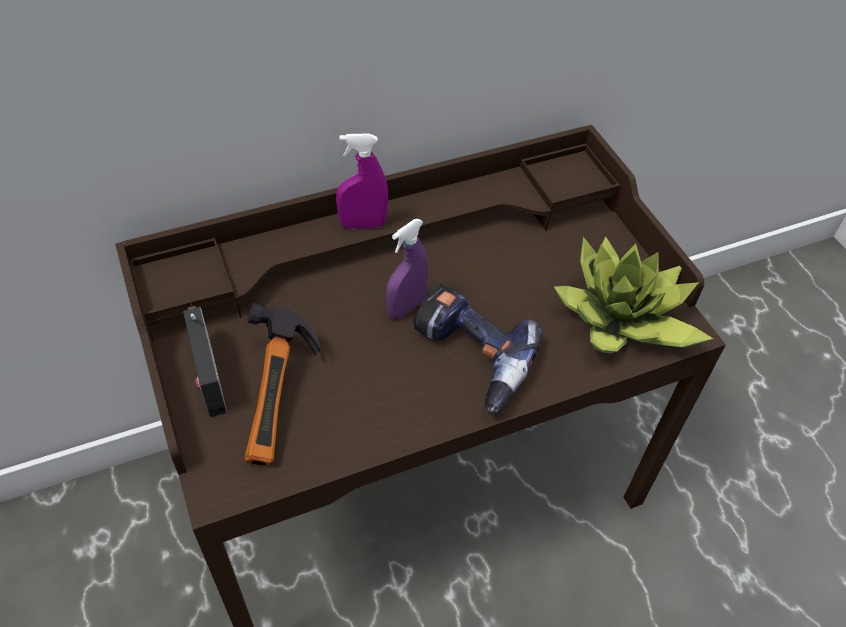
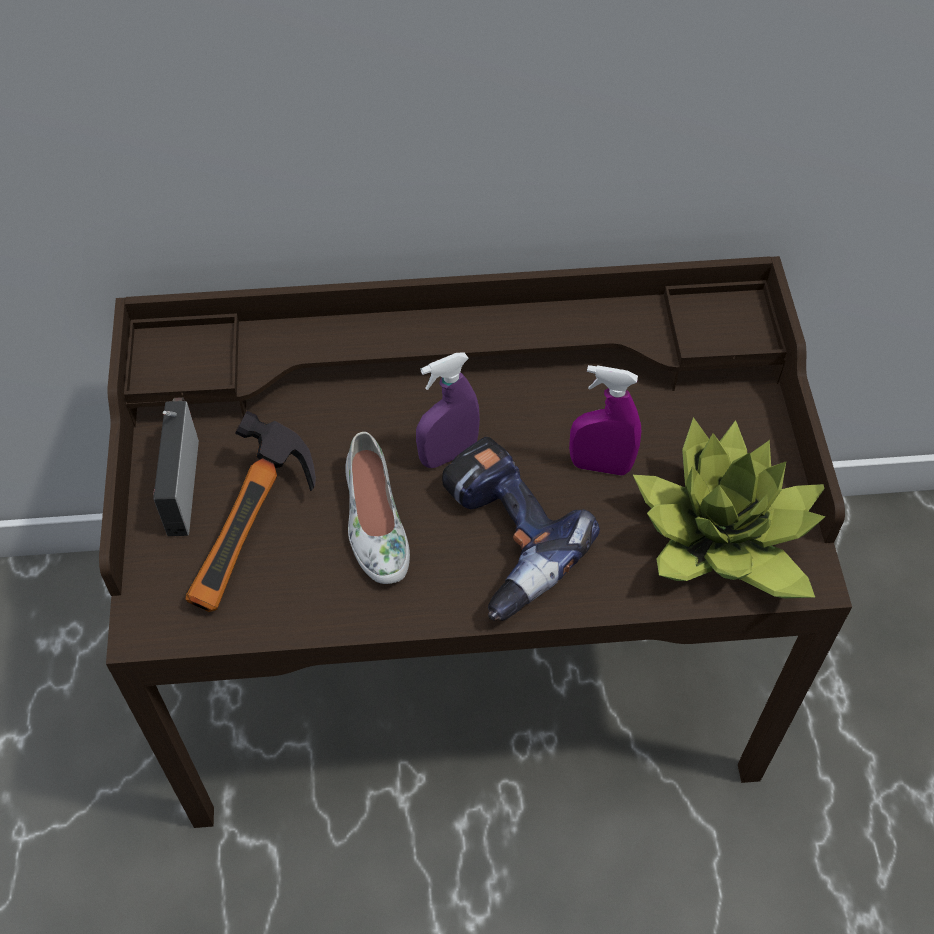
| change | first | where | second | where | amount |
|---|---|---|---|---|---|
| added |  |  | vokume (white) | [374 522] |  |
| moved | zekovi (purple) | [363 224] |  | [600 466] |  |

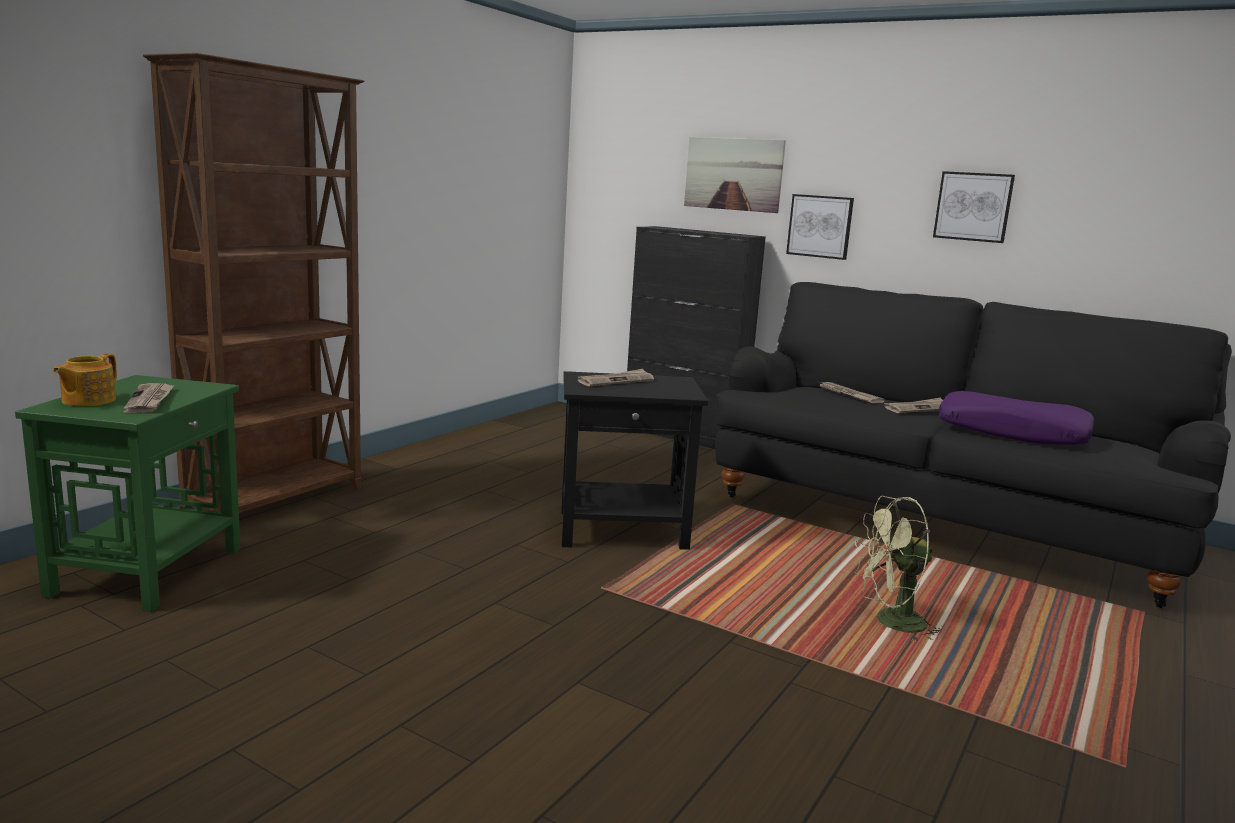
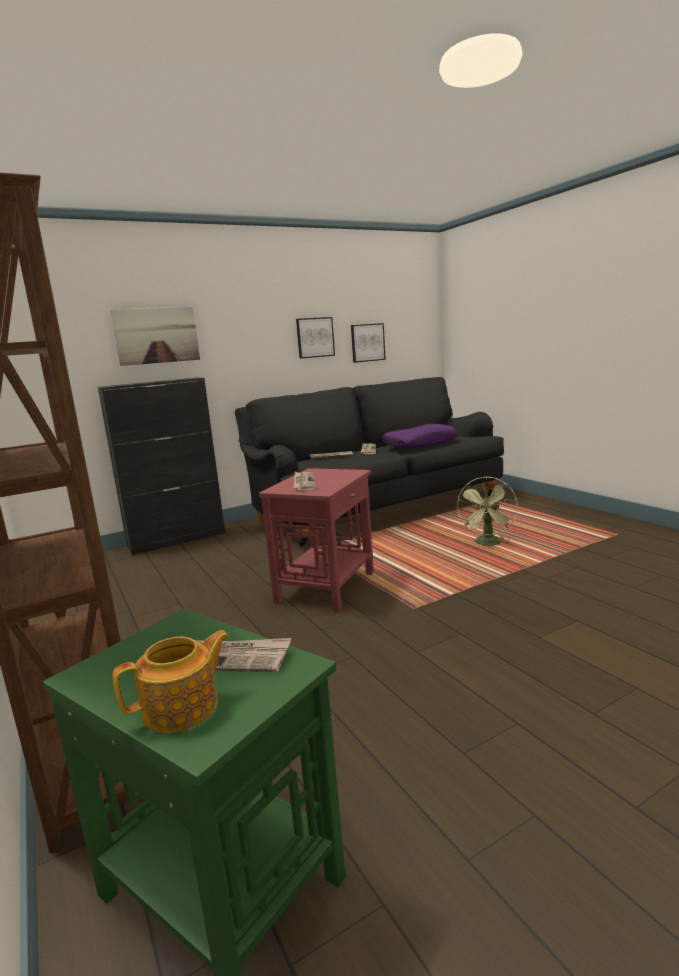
| change | first | where | second | where | amount |
|---|---|---|---|---|---|
| turned | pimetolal | [87 400] |  | [183 708] | 75 degrees counterclockwise |
| recoloured | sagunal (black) | [622 530] | sagunal (red) | [326 587] |  |
| moved | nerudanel | [820 226] |  | [367 342] |  |

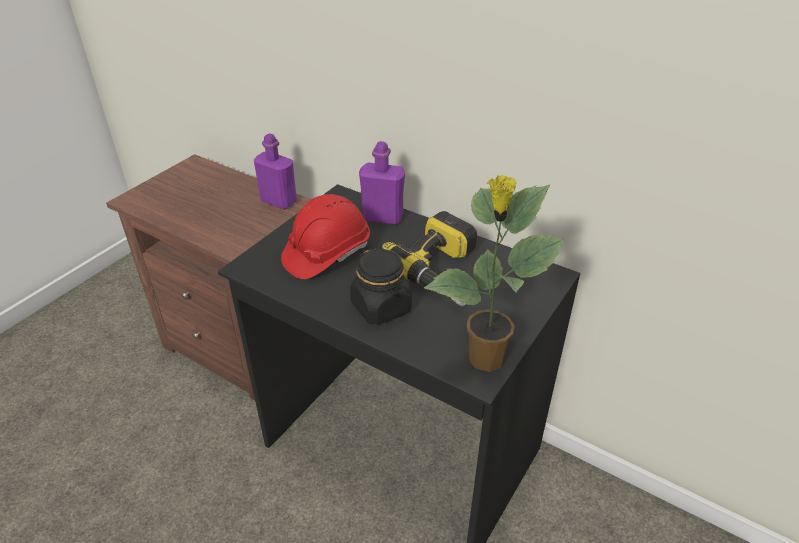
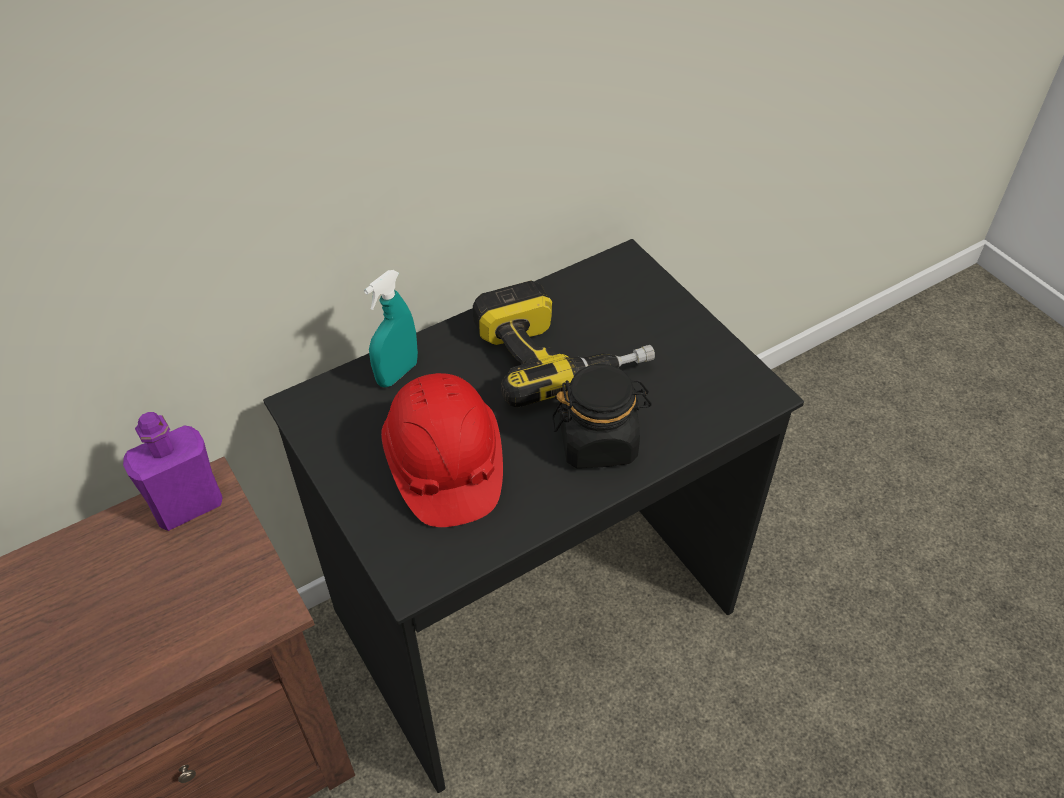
| change | first | where | second | where | amount |
|---|---|---|---|---|---|
| replaced | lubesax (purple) | [382 217] | zekovi (turquoise) | [397 373] |  |
| removed | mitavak | [485 360] |  |  |  |

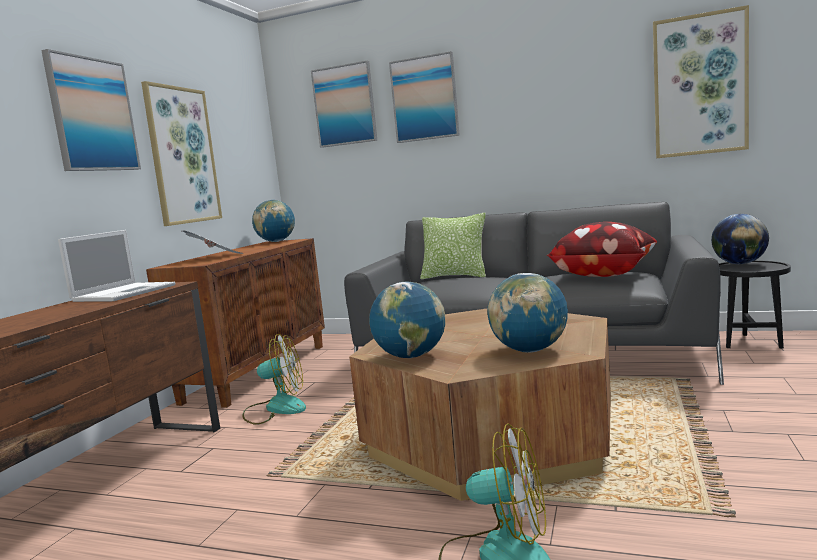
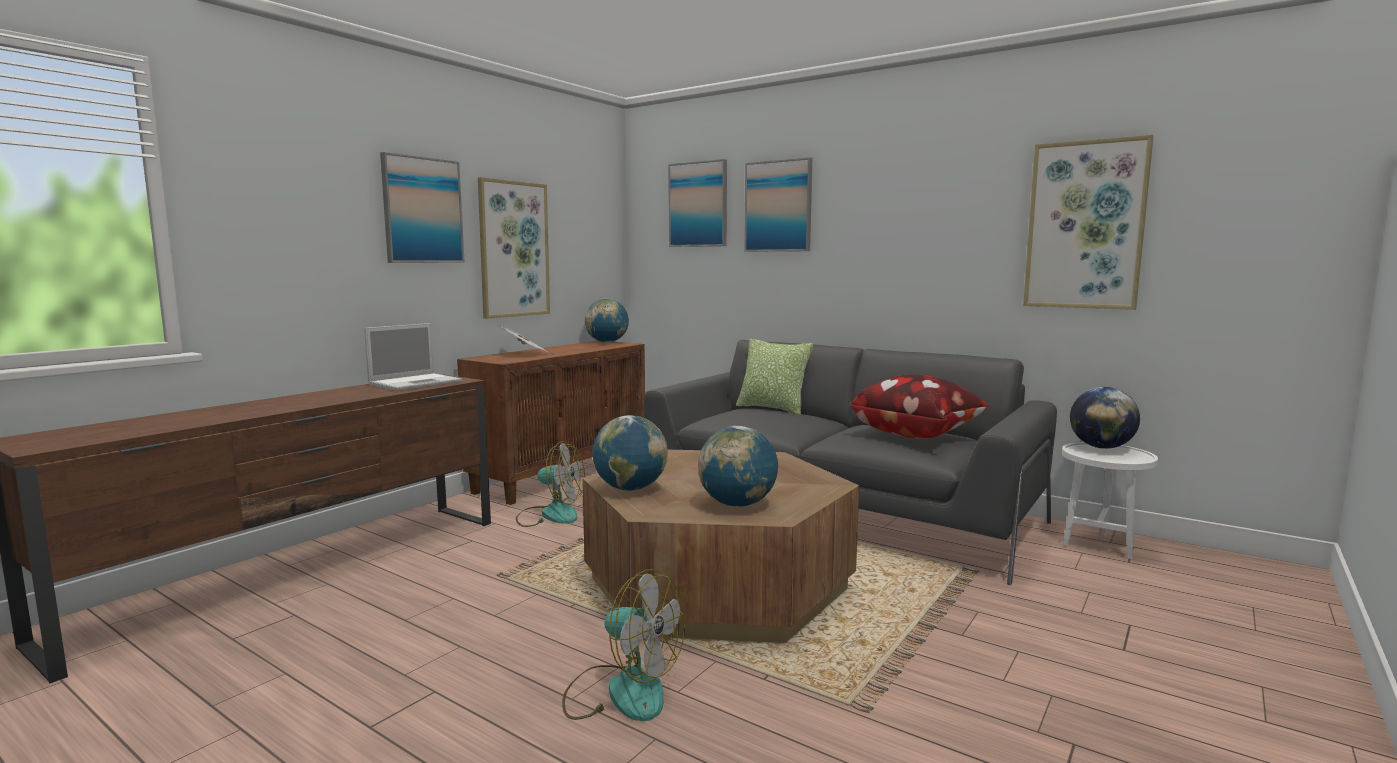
| change | first | where | second | where | amount |
|---|---|---|---|---|---|
| recoloured | sagunal (black) | [750 342] | sagunal (white) | [1100 544] |  |

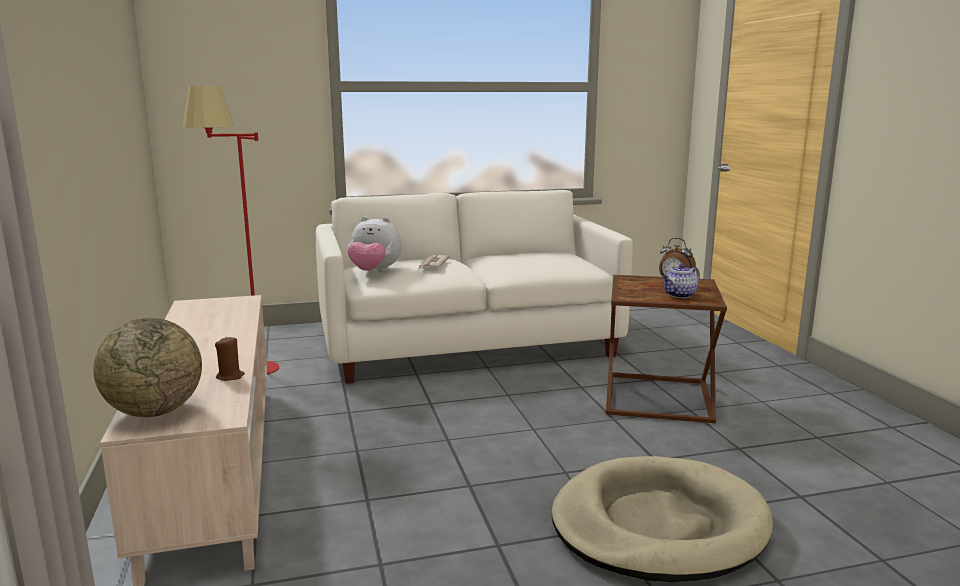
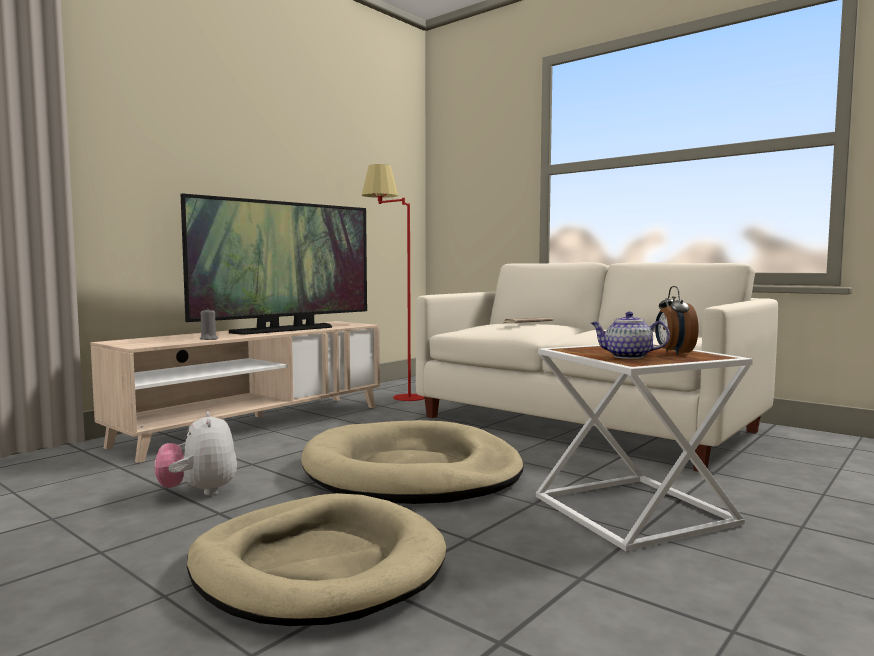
| change | first | where | second | where | amount |
|---|---|---|---|---|---|
| moved | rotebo | [374 272] |  | [199 492] |  |
| added |  |  | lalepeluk | [284 330] |  |
| recoloured | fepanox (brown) | [230 376] | fepanox (grey) | [209 339] |  |
| added |  |  | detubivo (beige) | [411 472] |  |
| recoloured | sagunal (brown) | [659 398] | sagunal (white) | [638 512] |  |
| removed | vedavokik | [155 412] |  |  |  |

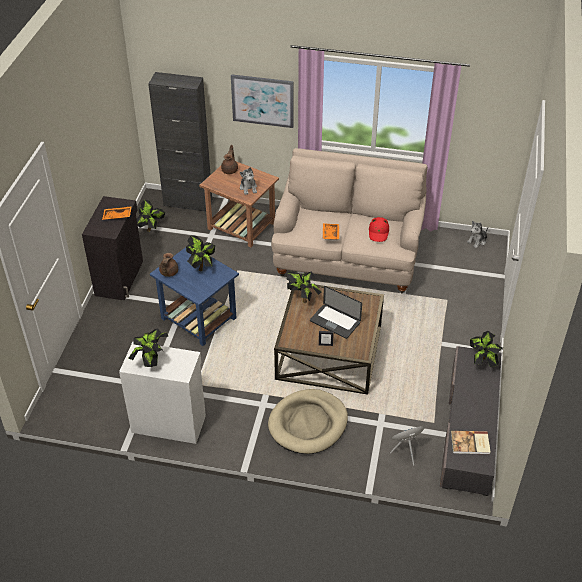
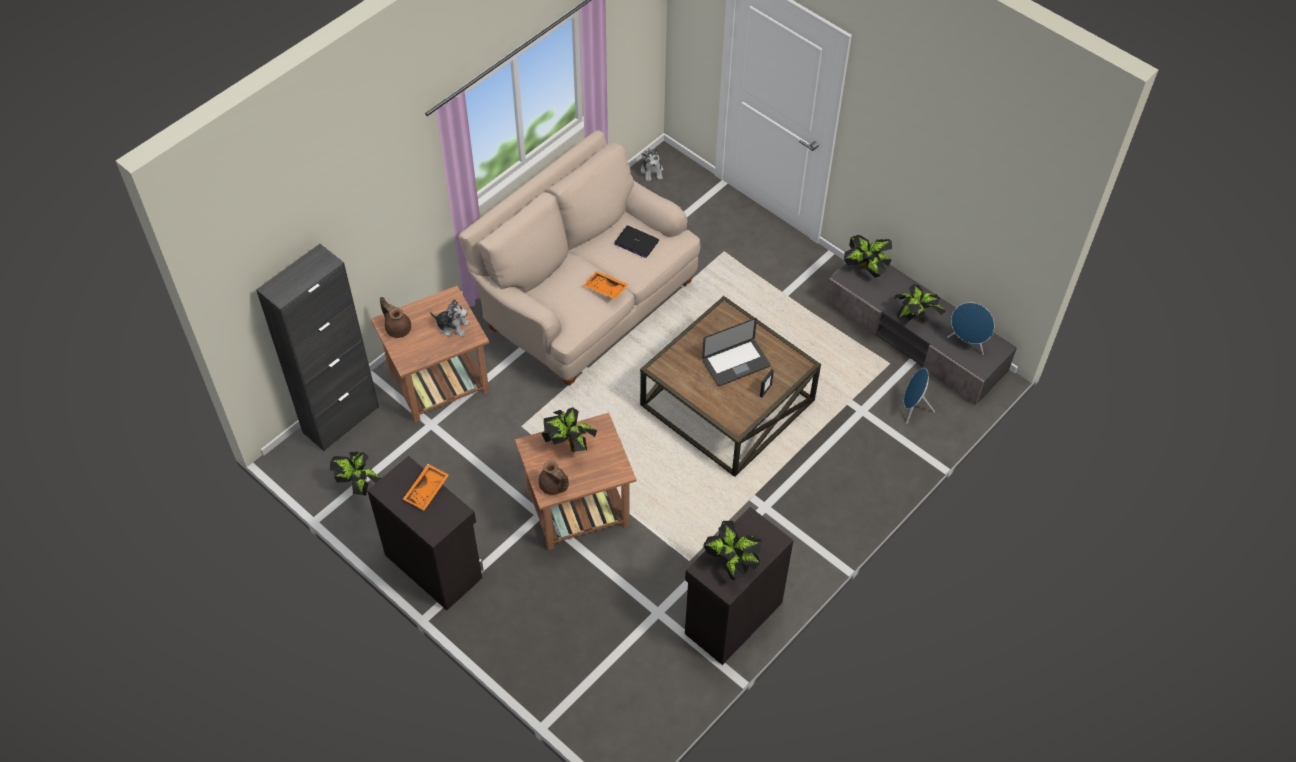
| change | first | where | second | where | amount |
|---|---|---|---|---|---|
| recoloured | sagunal (blue) | [198 318] | sagunal (brown) | [576 508] |  |
| replaced | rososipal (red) | [378 232] | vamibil | [636 242] |  |
| recoloured | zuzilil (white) | [168 422] | zuzilil (black) | [731 617] |  |
| moved | mitavak | [303 298] |  | [915 319] |  |
| replaced | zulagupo | [470 444] | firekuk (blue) | [967 343] |  |
| removed | nerudanel | [262 100] |  |  |  |
| removed | detubivo (beige) | [308 424] |  |  |  |

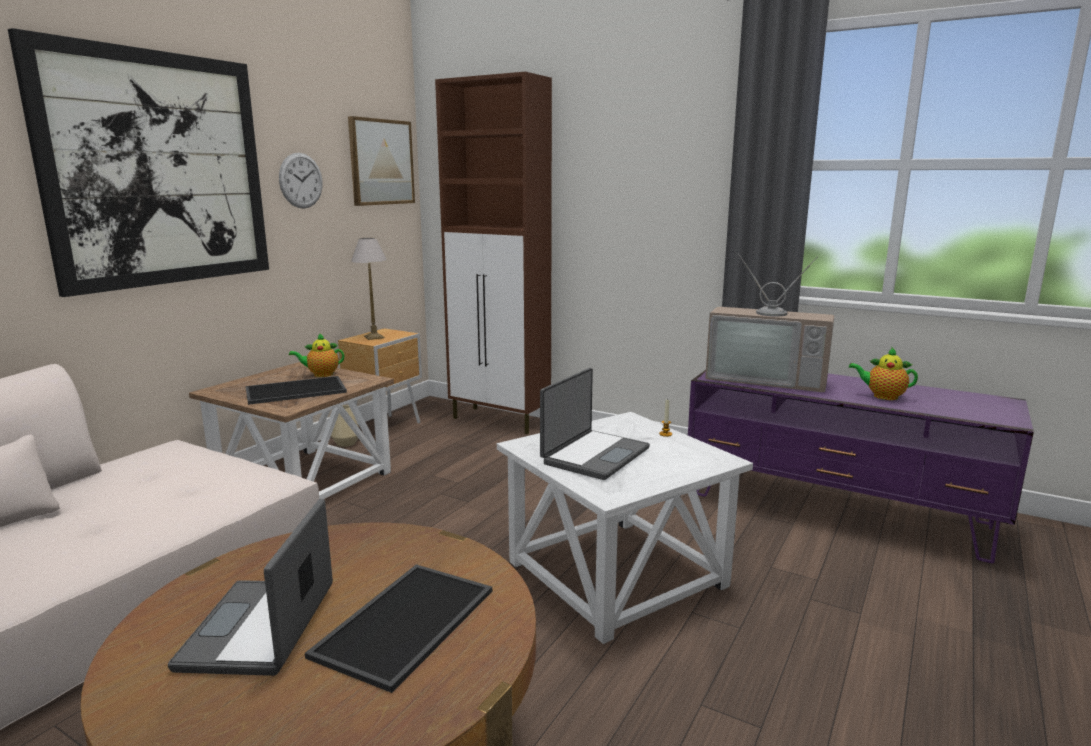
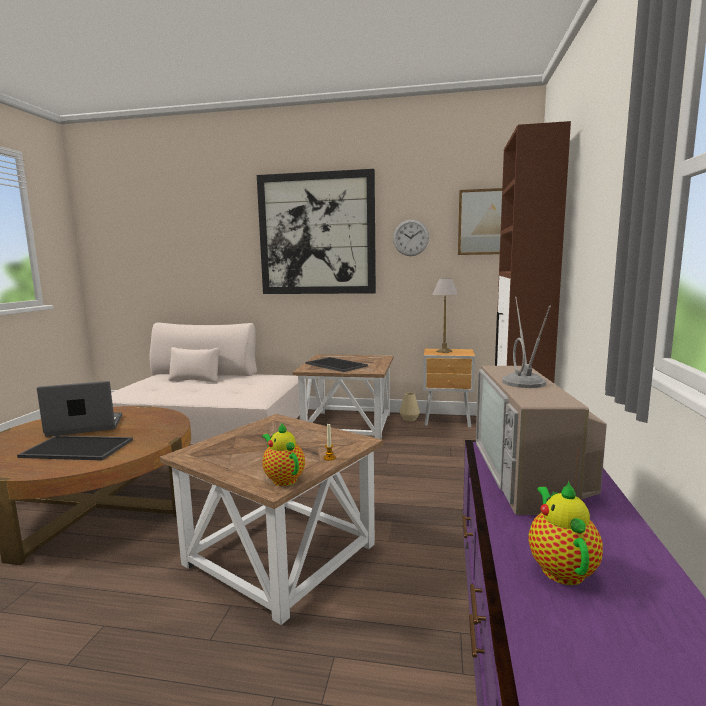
| change | first | where | second | where | amount |
|---|---|---|---|---|---|
| recoloured | sagunal (white) | [616 572] | sagunal (brown) | [283 554] |  |
| moved | pimetolal | [321 374] |  | [283 478] |  |
| removed | vamibil | [594 455] |  |  |  |

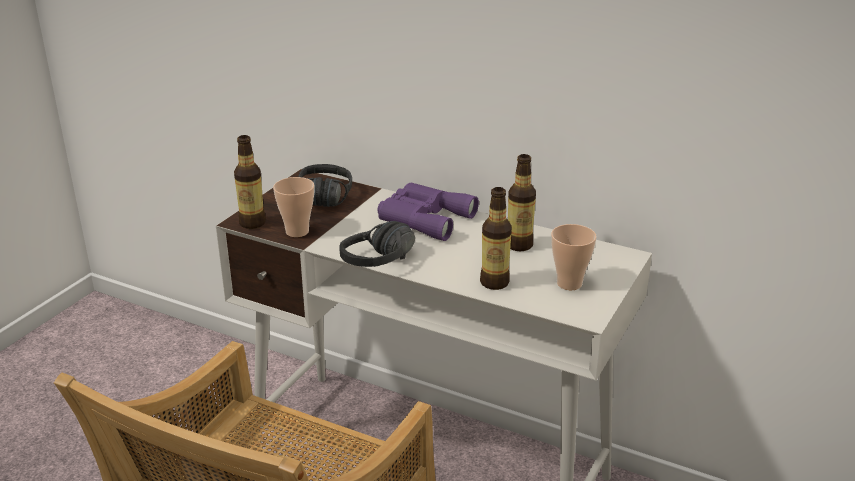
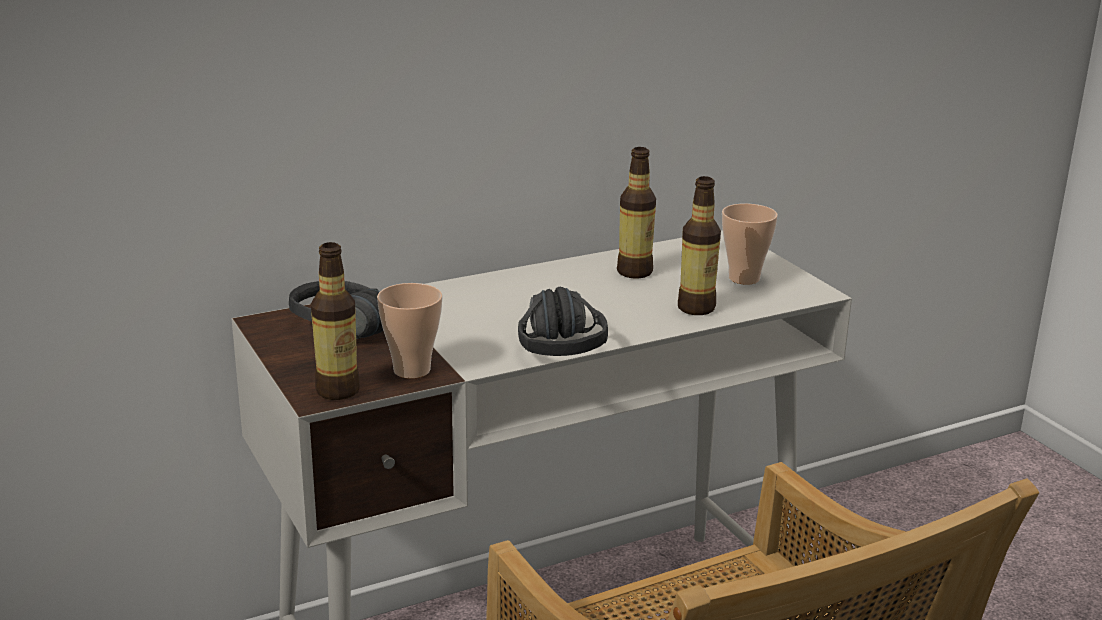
| change | first | where | second | where | amount |
|---|---|---|---|---|---|
| removed | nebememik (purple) | [423 217] |  |  |  |

